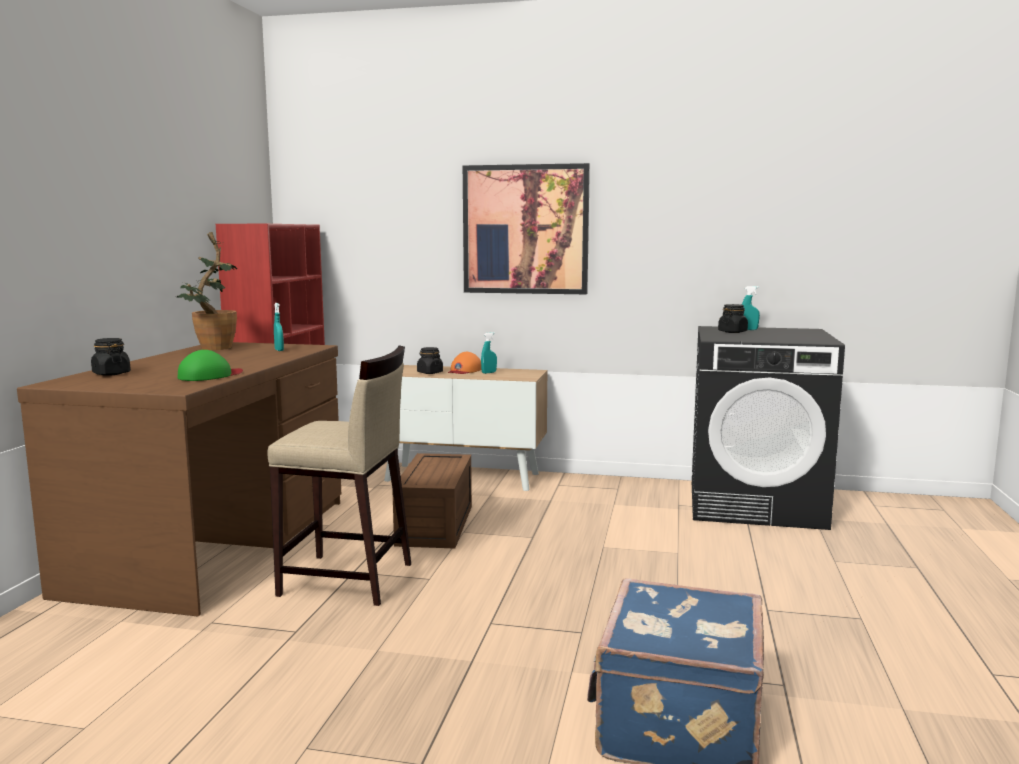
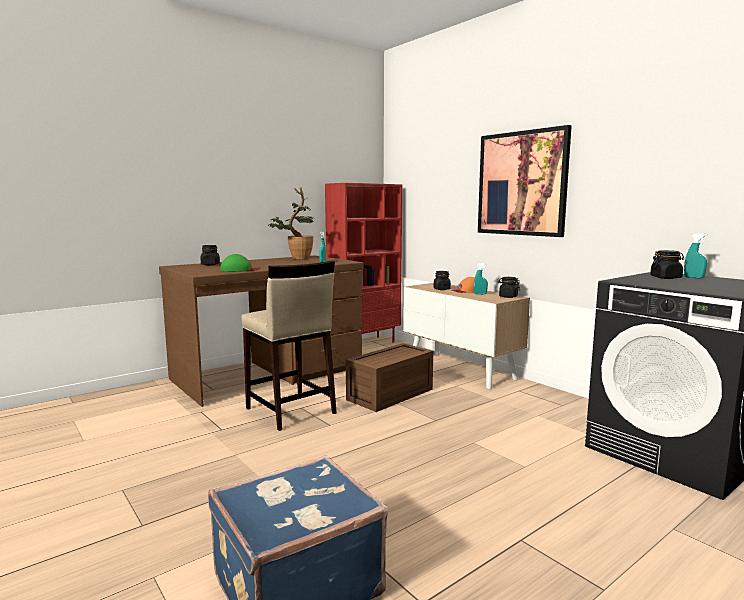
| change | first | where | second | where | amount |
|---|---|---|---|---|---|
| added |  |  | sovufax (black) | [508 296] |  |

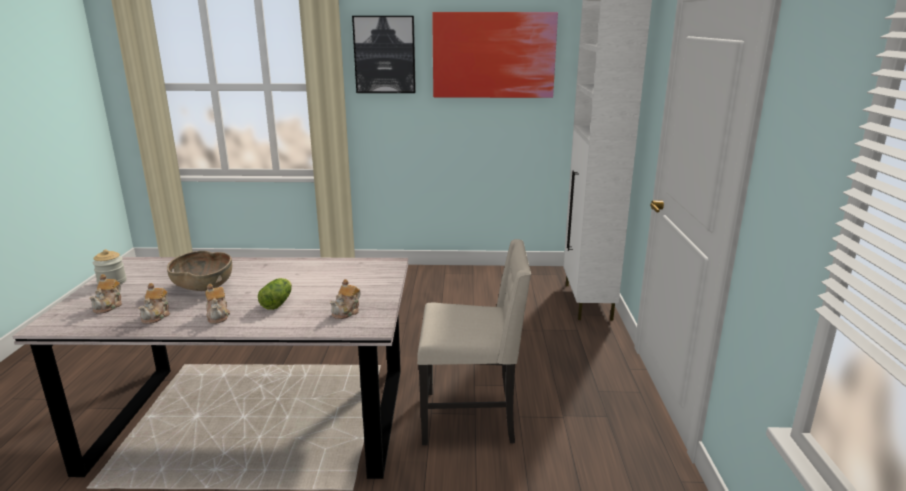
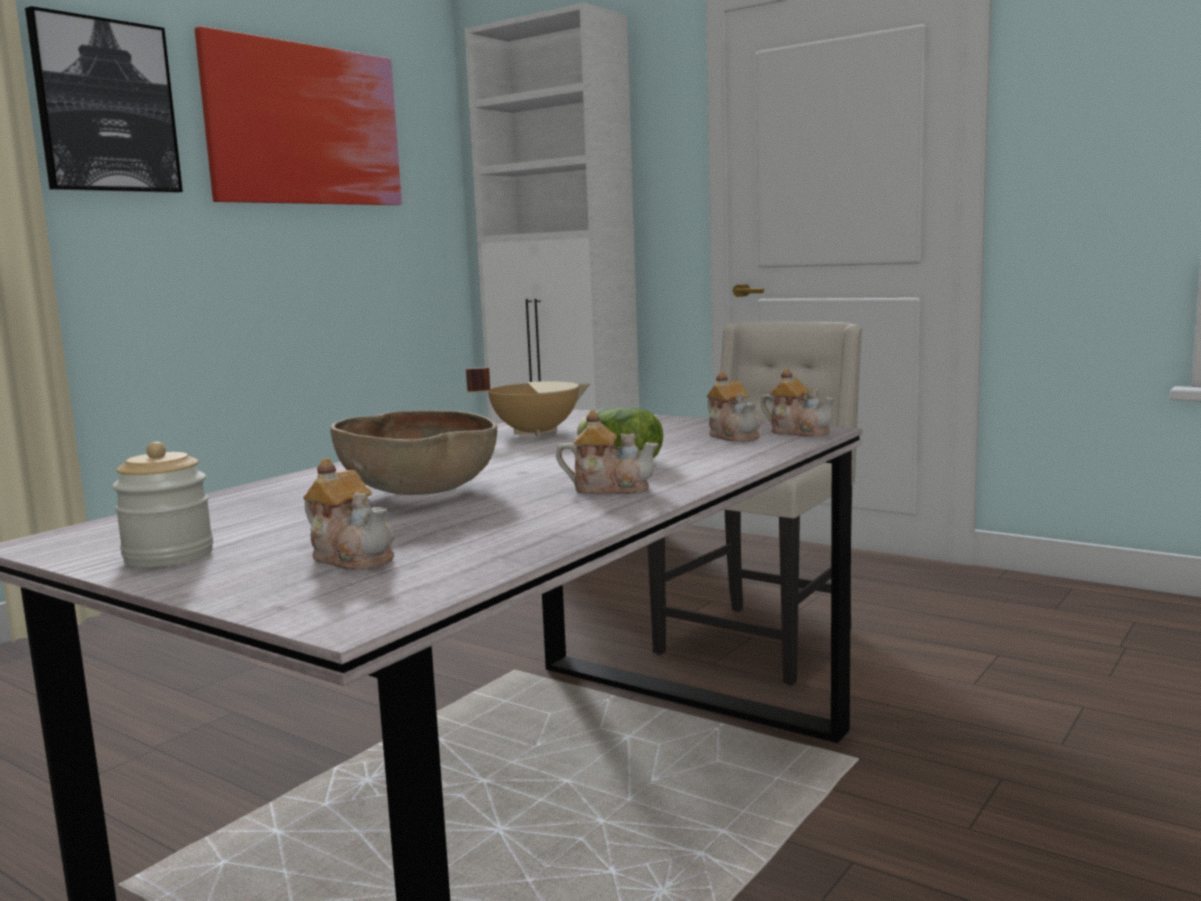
| change | first | where | second | where | amount |
|---|---|---|---|---|---|
| added |  |  | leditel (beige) | [534 433] |  |
| moved | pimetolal | [157 316] |  | [799 432] |  |

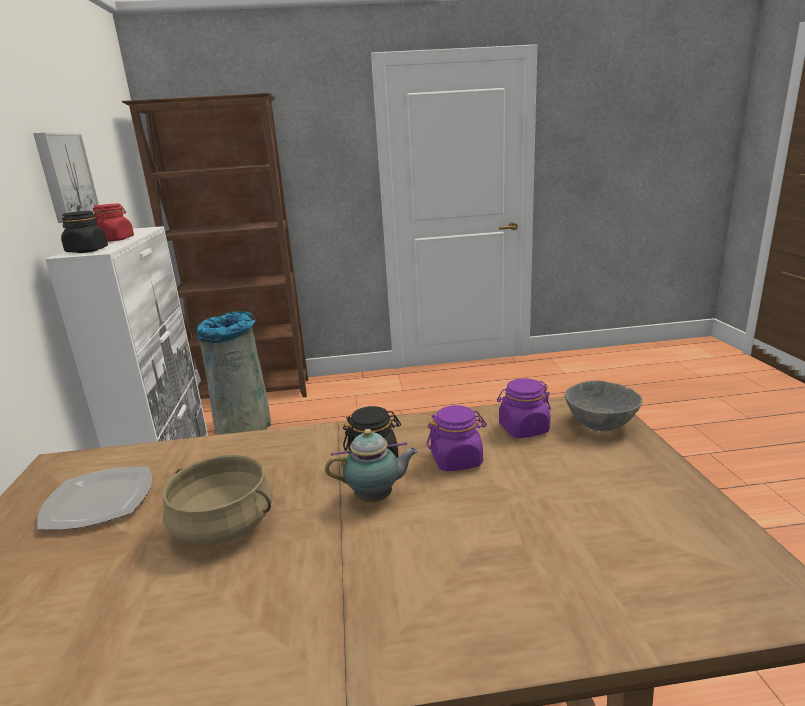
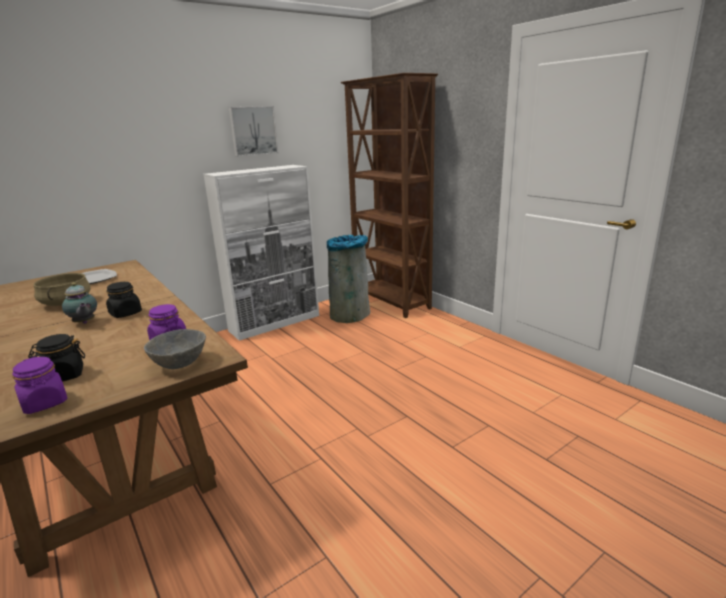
| change | first | where | second | where | amount |
|---|---|---|---|---|---|
| moved | sovufax (purple) | [457 460] |  | [45 403] |  |
| moved | sovufax (black) | [87 251] |  | [63 376] |  |
| removed | sovufax (red) | [115 239] |  |  |  |

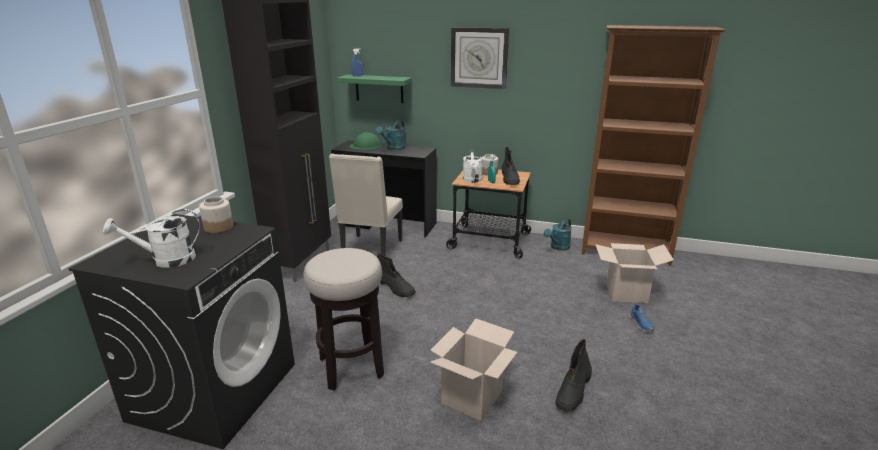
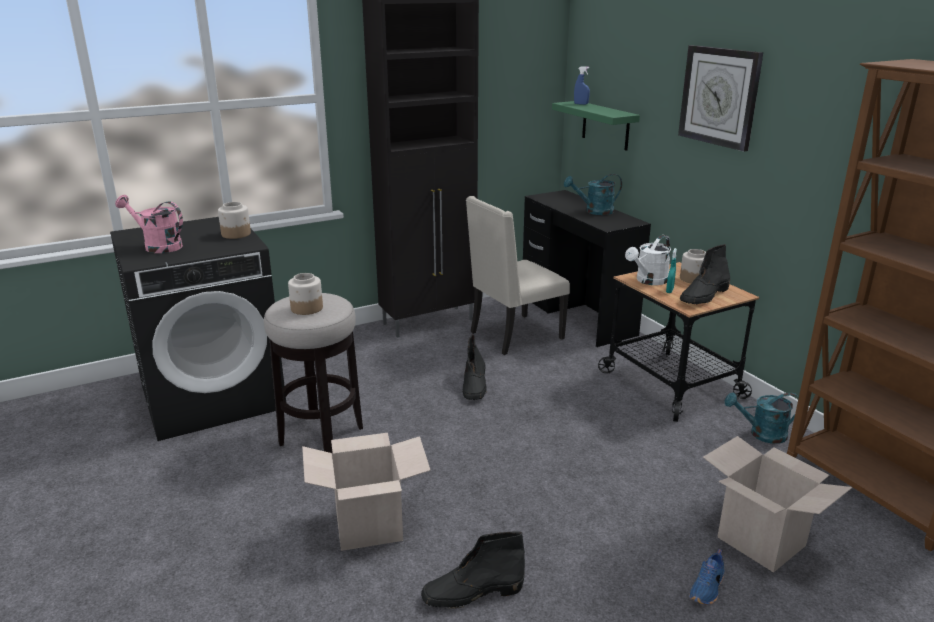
| change | first | where | second | where | amount |
|---|---|---|---|---|---|
| recoloured | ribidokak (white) | [166 260] | ribidokak (pink) | [158 246] |  |
| added |  |  | sovufax | [306 308] |  |
| removed | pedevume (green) | [365 146] |  |  |  |

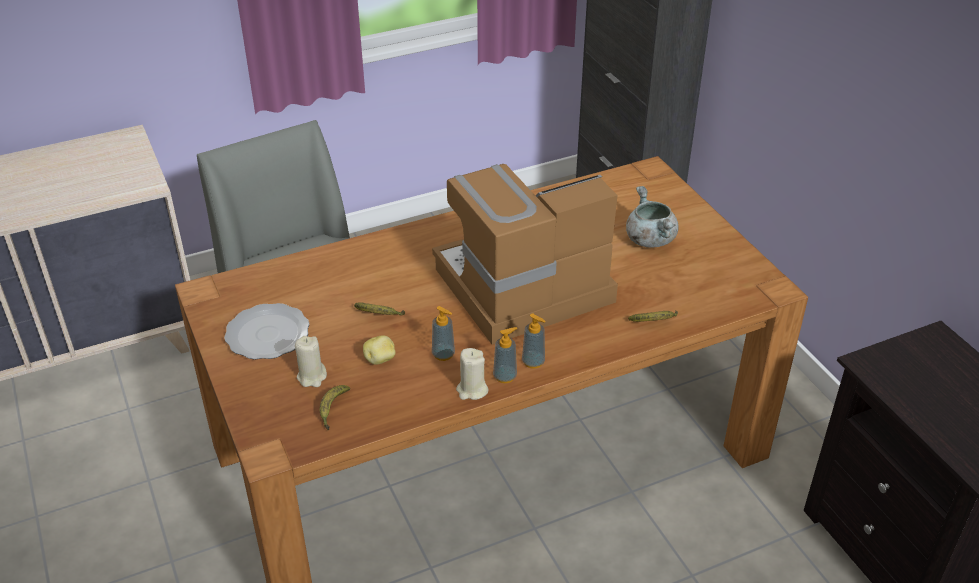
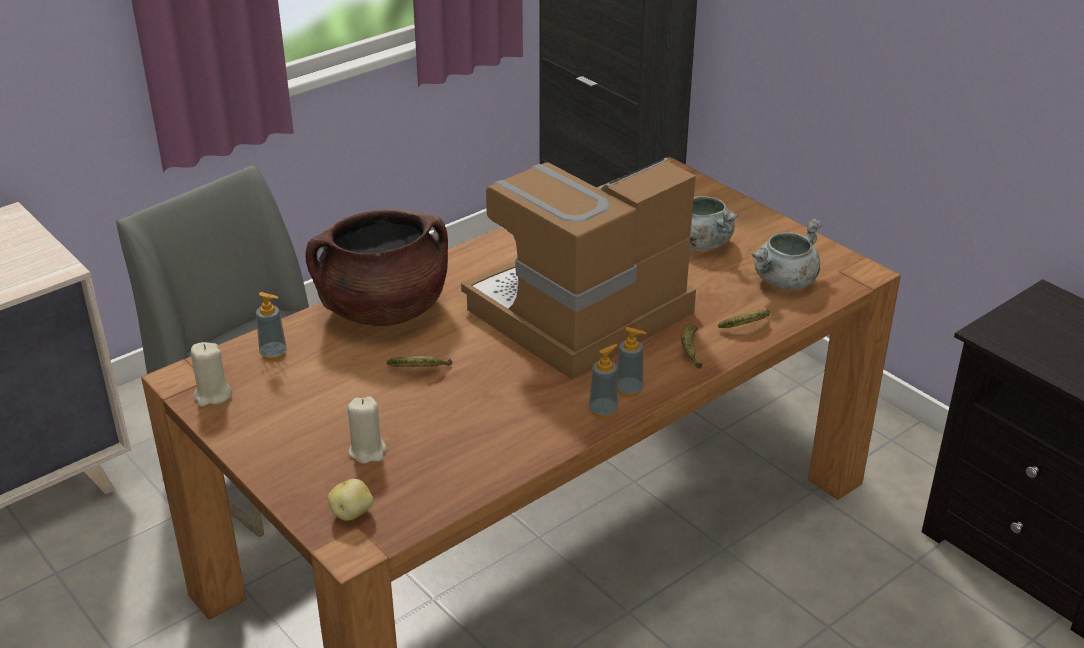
| change | first | where | second | where | amount |
|---|---|---|---|---|---|
| moved | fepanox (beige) | [472 390] |  | [212 395] |  |
| moved | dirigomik | [443 354] |  | [273 354] |  |
| added |  |  | leditel (brown) | [383 310] |  |
| moved | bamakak | [380 359] |  | [352 513] |  |
| moved | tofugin | [333 409] |  | [690 350] |  |
| added |  |  | leditel (grey) | [784 281] |  |
| removed | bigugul | [269 334] |  |  |  |

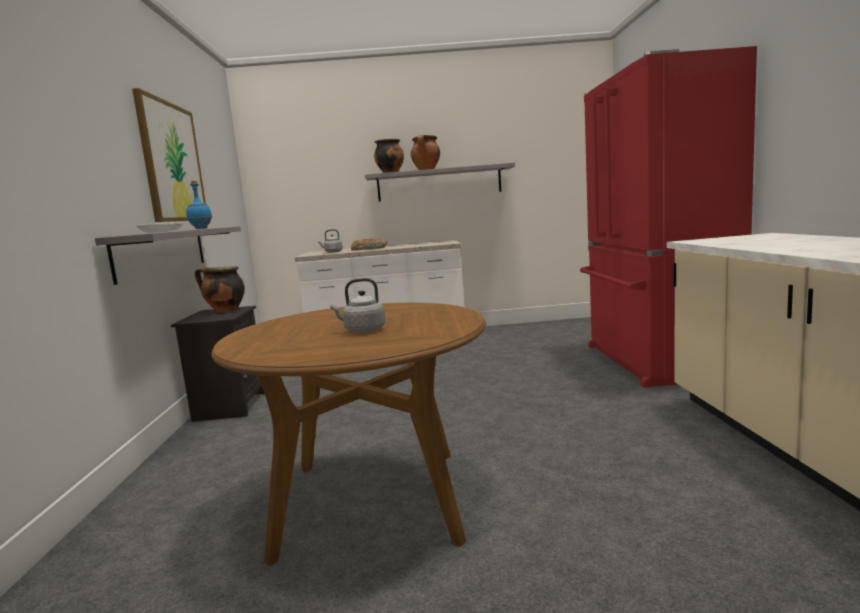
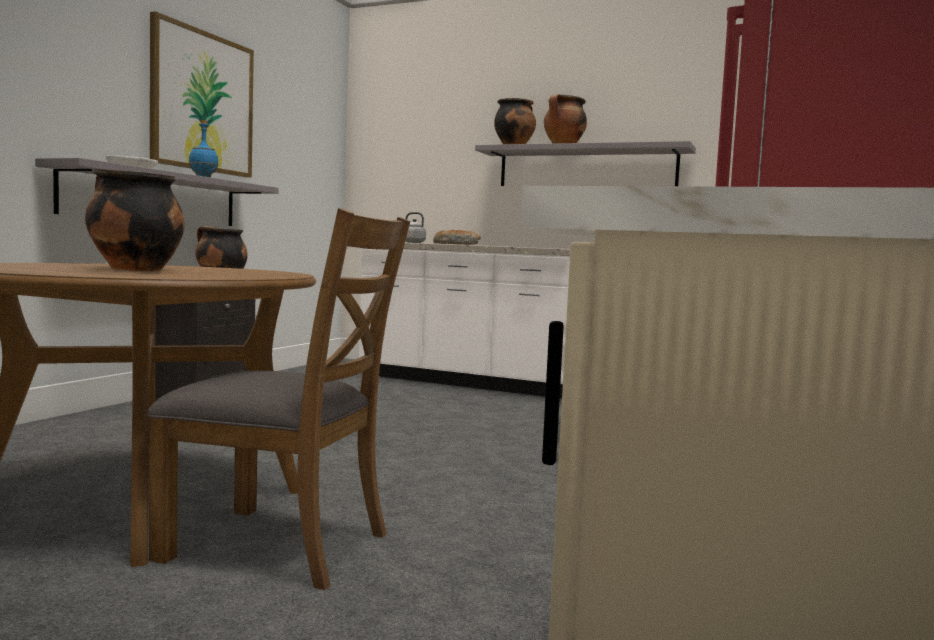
| change | first | where | second | where | amount |
|---|---|---|---|---|---|
| replaced | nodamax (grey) | [362 330] | leditel | [133 270] |  |
| added |  |  | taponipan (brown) | [279 545] |  |

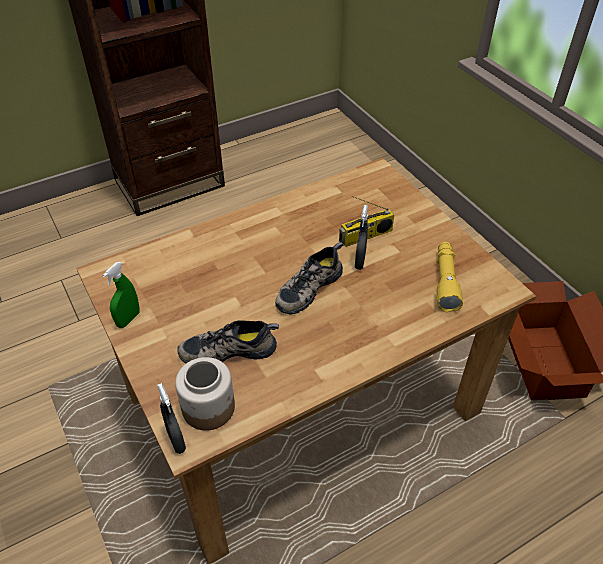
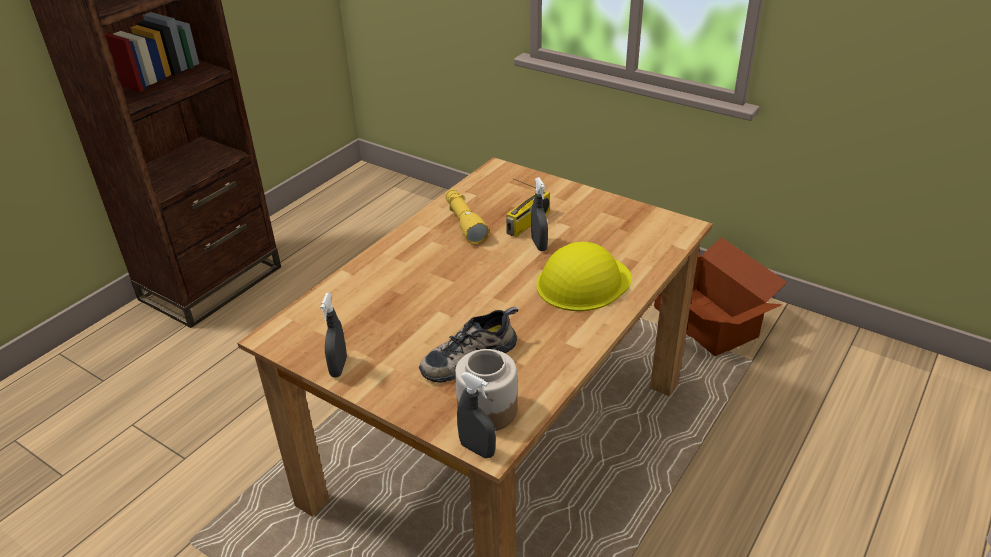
| change | first | where | second | where | amount |
|---|---|---|---|---|---|
| recoloured | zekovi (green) | [128 319] | zekovi (grey) | [338 367] |  |
| moved | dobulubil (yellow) | [445 281] |  | [464 223] |  |
| added |  |  | pedevume (yellow) | [583 282] |  |
| removed | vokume | [308 287] |  |  |  |

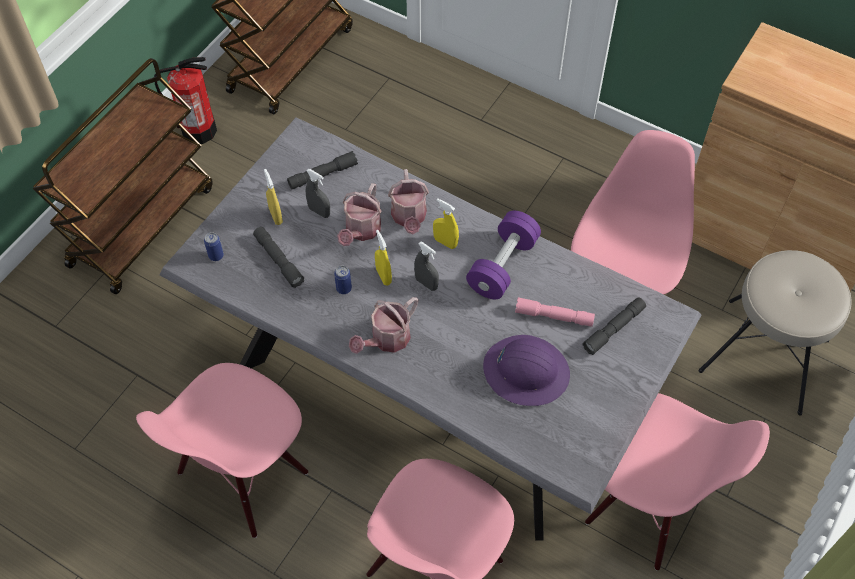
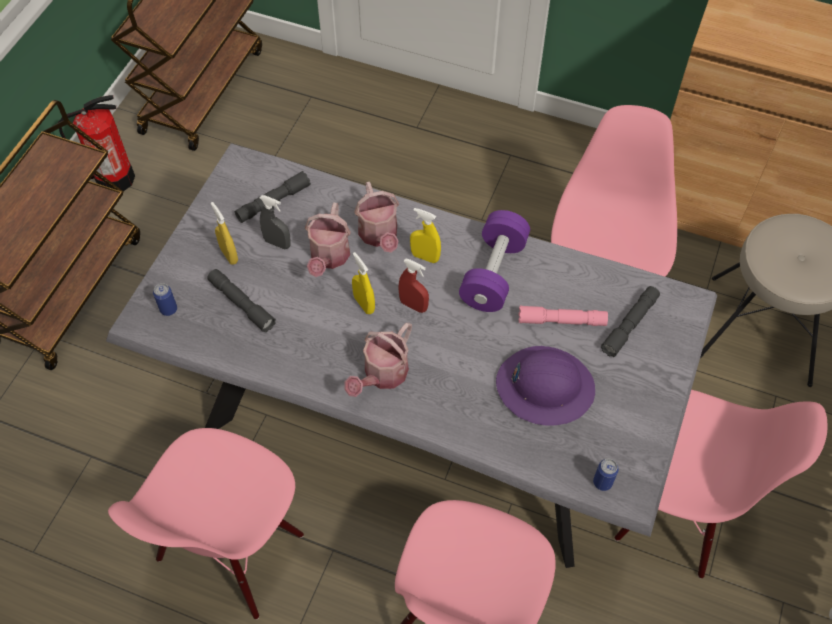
| change | first | where | second | where | amount |
|---|---|---|---|---|---|
| recoloured | zekovi (grey) | [426 283] | zekovi (red) | [413 305] |  |
| moved | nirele | [344 288] |  | [602 482] |  |

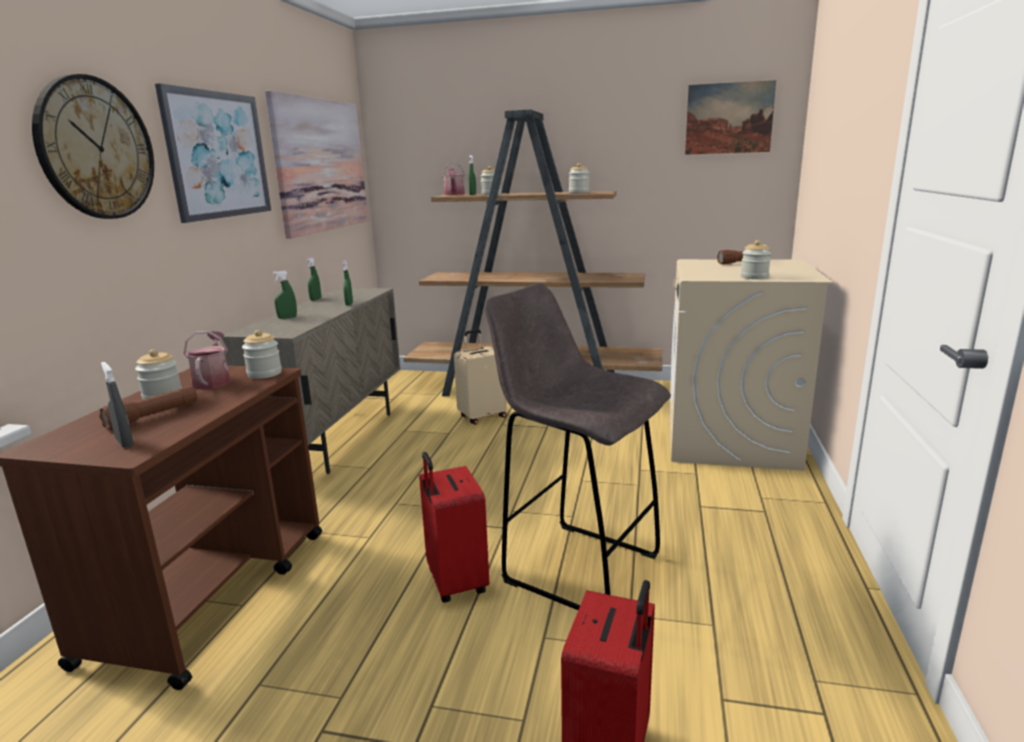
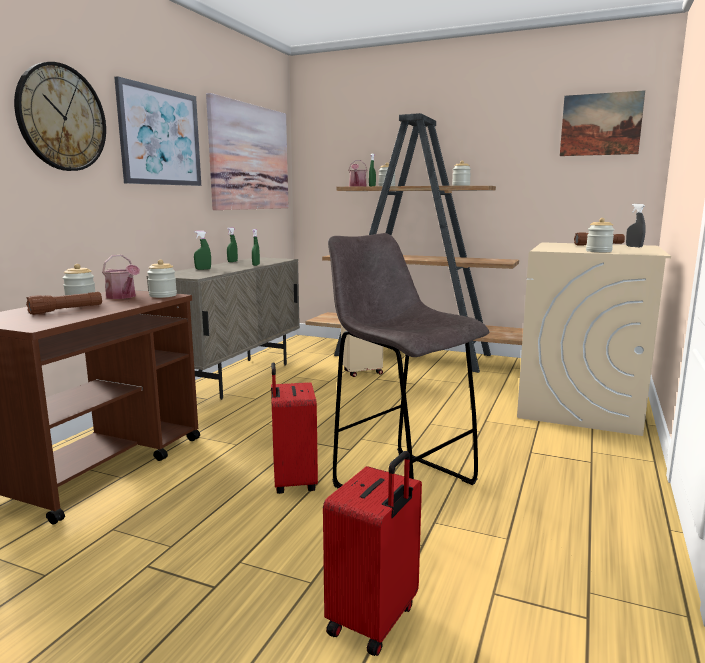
| change | first | where | second | where | amount |
|---|---|---|---|---|---|
| turned | ribidokak | [213 381] |  | [123 297] | 135 degrees clockwise |
| moved | zekovi (grey) | [124 443] |  | [634 246] |  |

